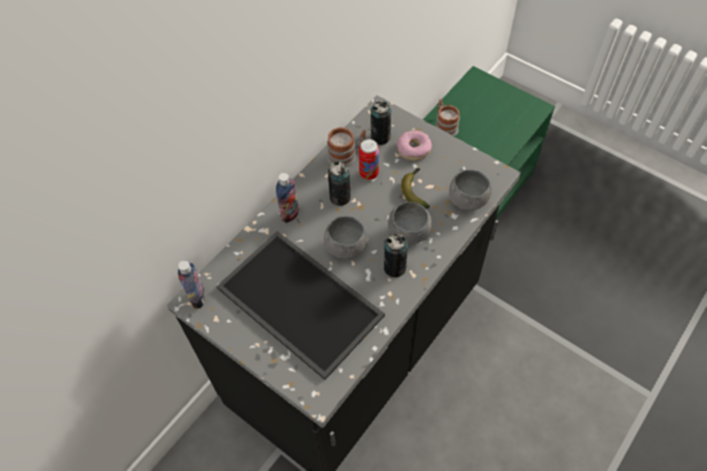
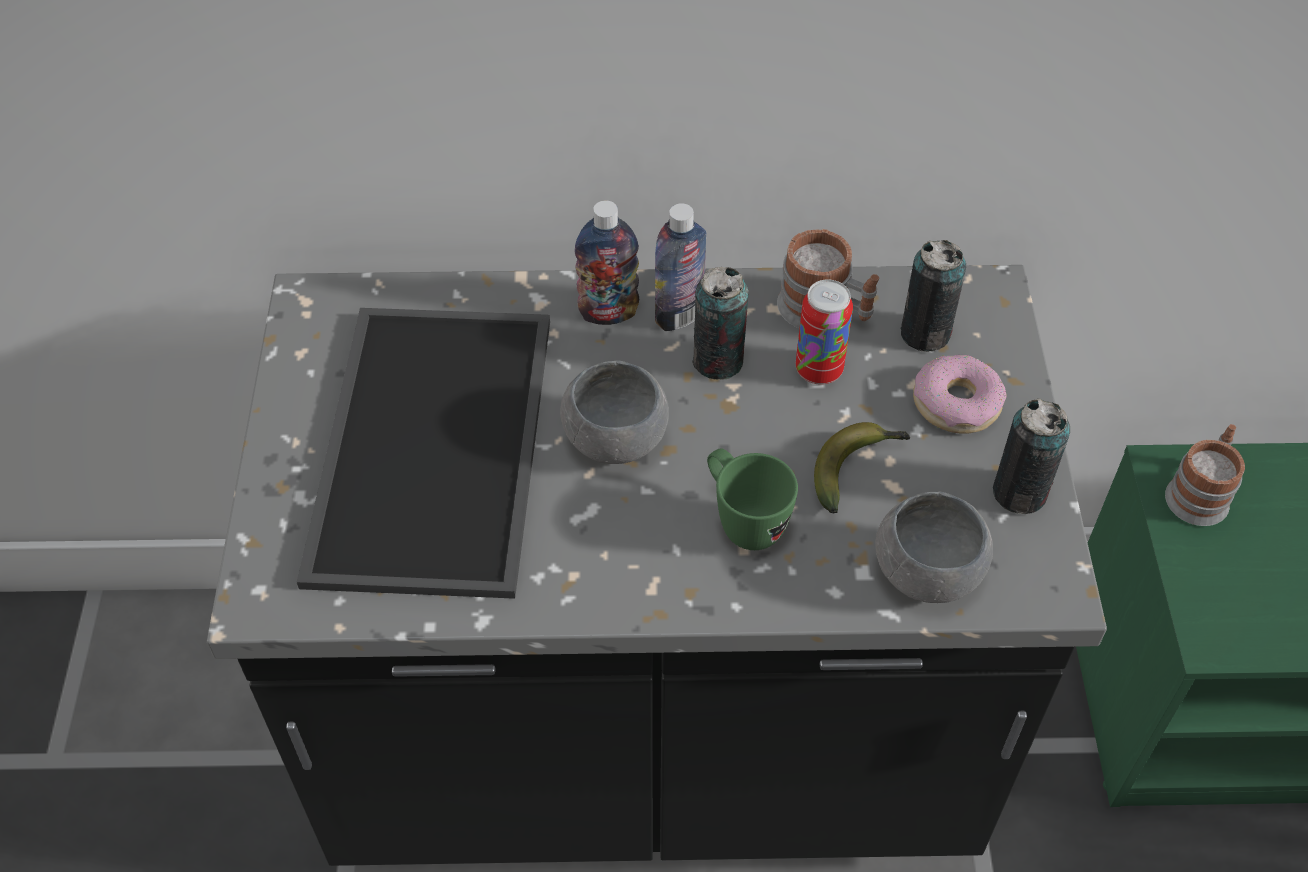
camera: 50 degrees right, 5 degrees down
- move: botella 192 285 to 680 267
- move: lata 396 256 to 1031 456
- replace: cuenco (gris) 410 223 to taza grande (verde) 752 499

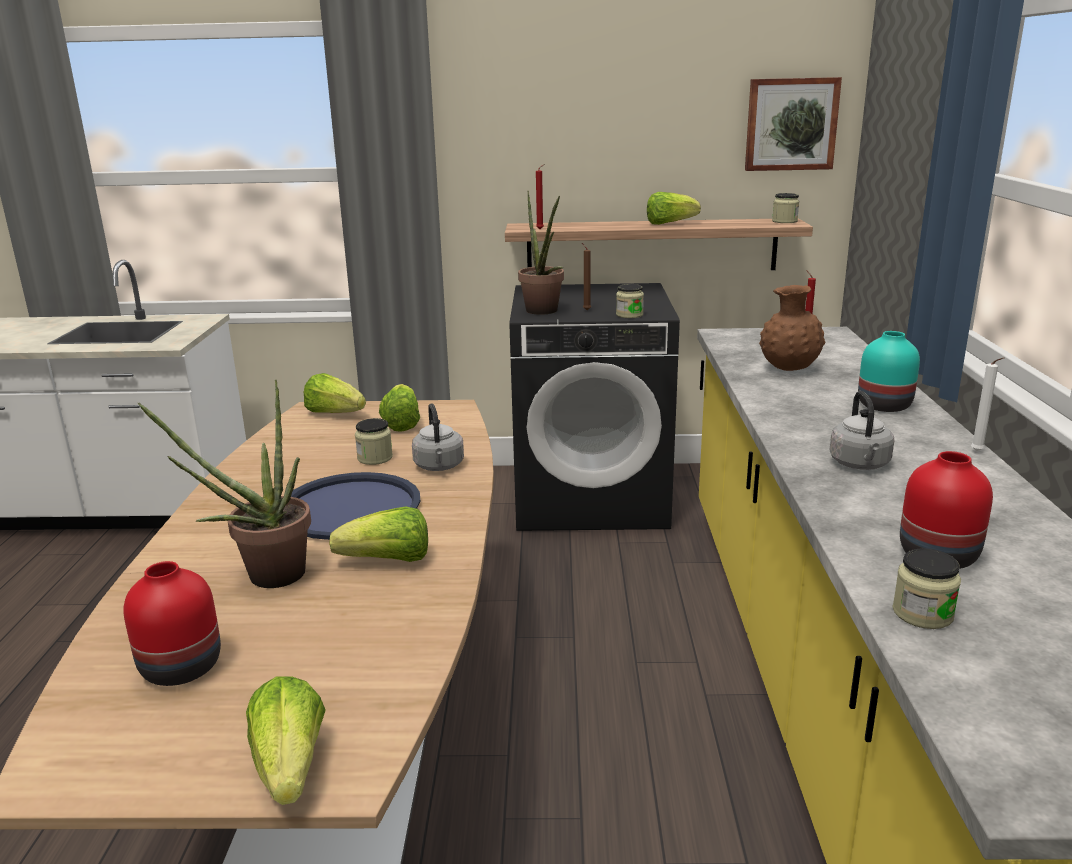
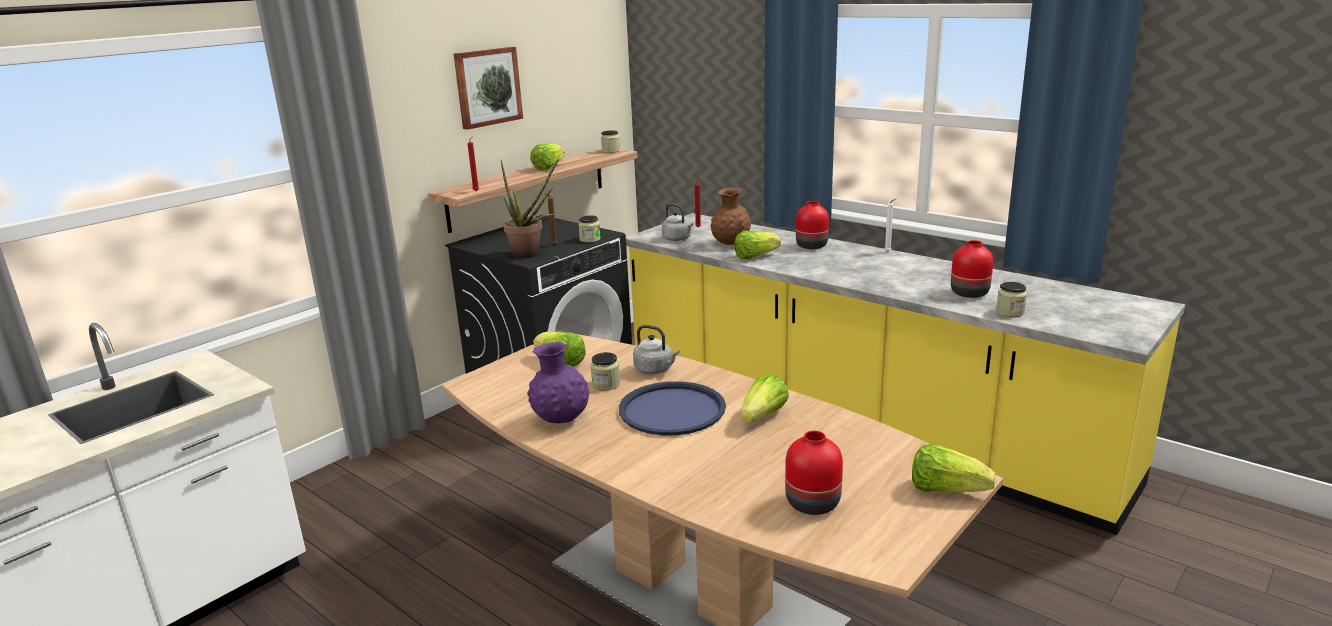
camera: 50 degrees left, 0 degrees up
- delete: planta en maceta 224 484
- insert: florero (morado) 558 382
- move: lechuga 335 393 to 757 245
- move: cuadro 793 124 to 488 88
- move: hervidor (gris) 862 430 to 677 222
- recolor: florero (turquesa) 889 371 to florero (rojo) 812 225

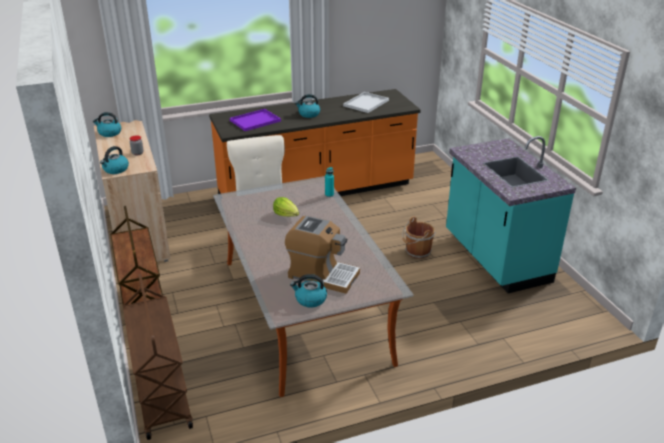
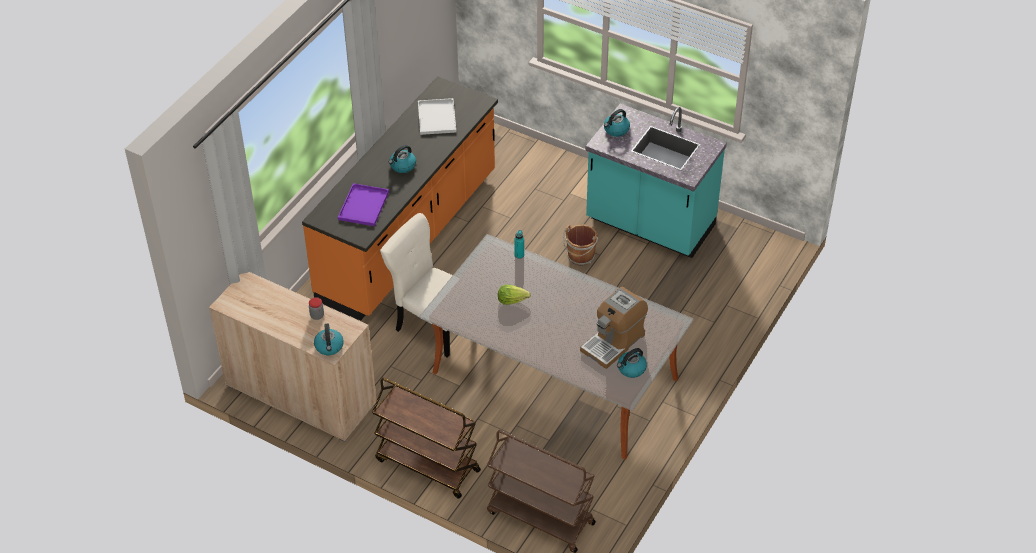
camera: 40 degrees left, 15 degrees up
- move: hervidor 107 124 to 617 123
- rotate: cafetera 322 255 = 614 328 150 degrees clockwise

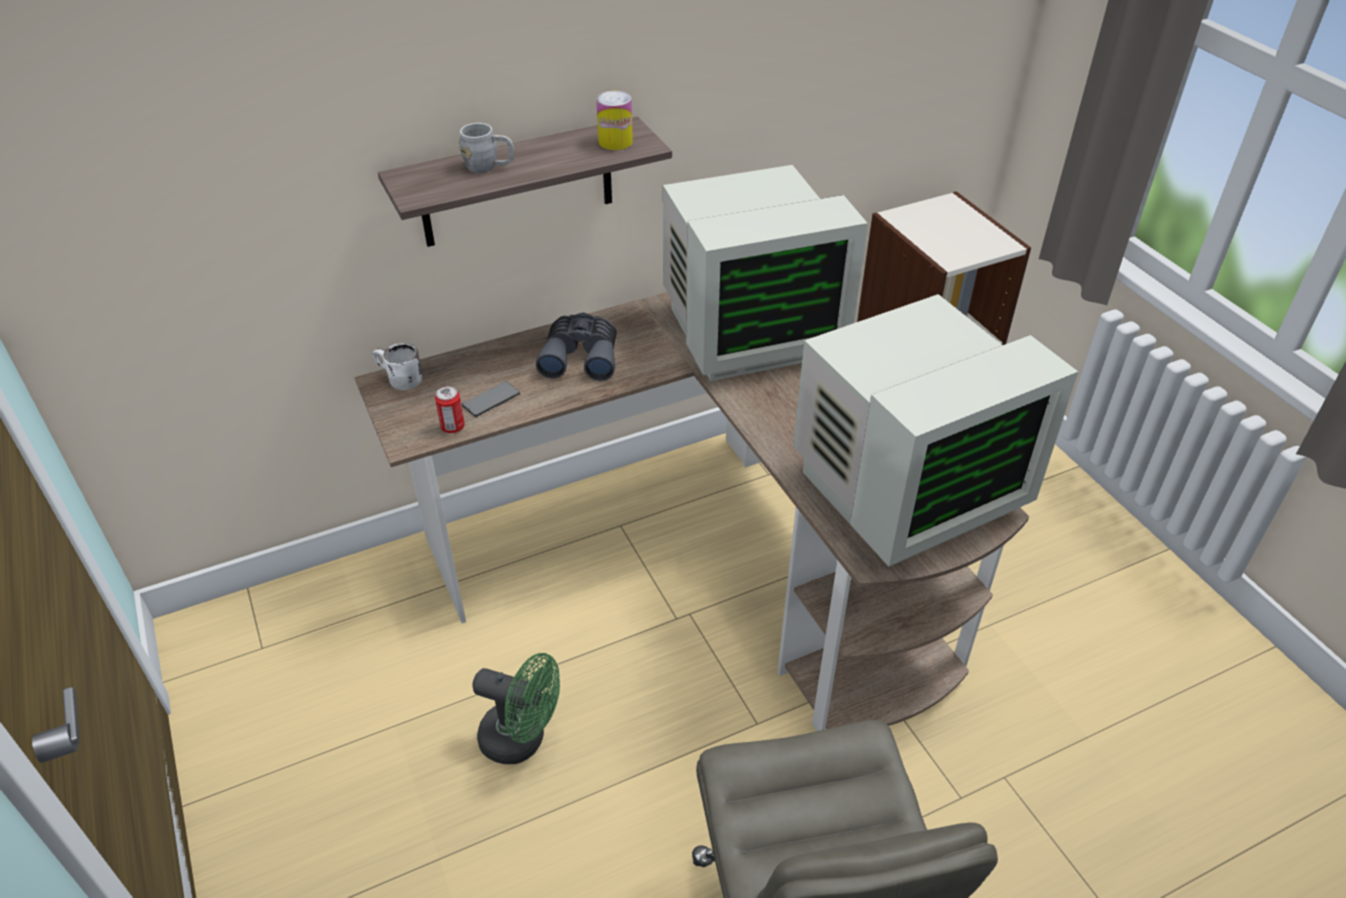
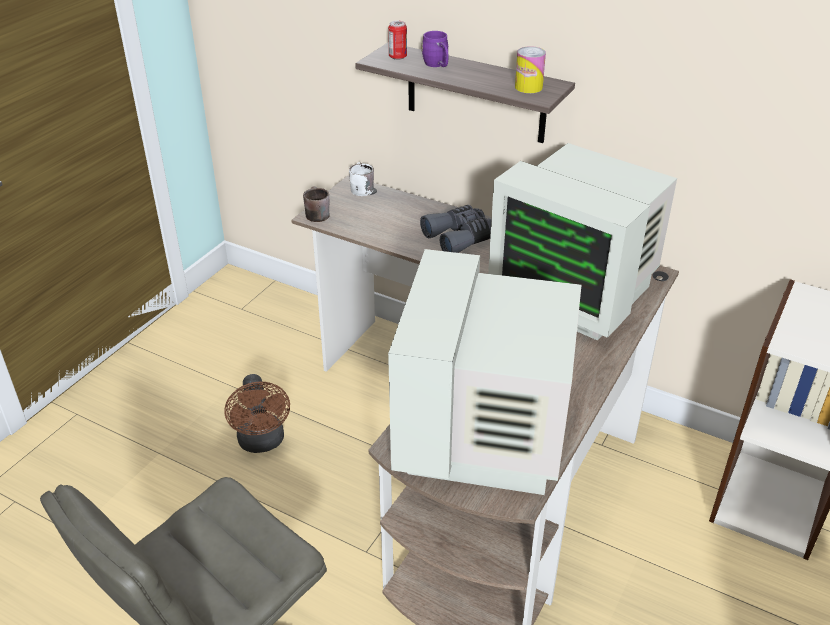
camera: 55 degrees right, 5 degrees down
- delete: móvil 491 399
- insert: taza grande (marrón) 316 204
- move: lata 450 409 to 397 40
- recolor: taza grande (gris) 486 148 to taza grande (morado) 435 49
- recolor: ventilador (verde) 516 708 to ventilador (marrón) 257 413
- rotate: monitor 936 430 = 484 372 75 degrees clockwise

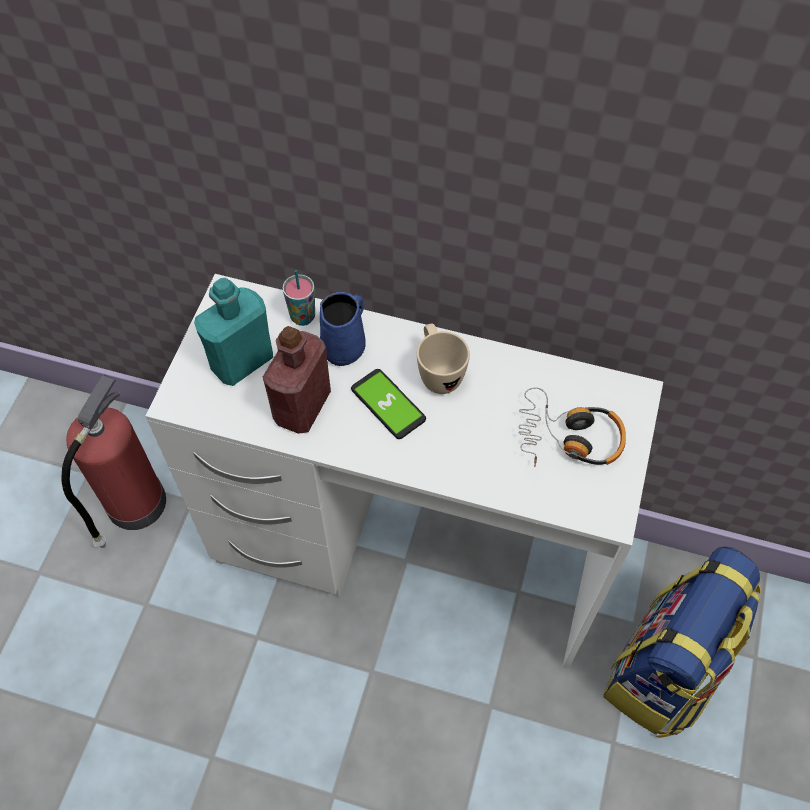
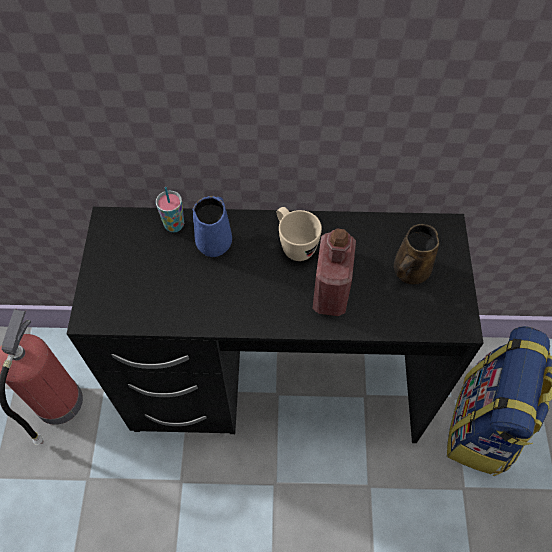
camera: 15 degrees left, 0 degrees up
- delete: botella (turquesa) 233 332
- delete: móvil 388 404
- move: botella (rojo) 297 379 to 334 272
- replace: auriculares 572 427 to taza grande (marrón) 416 254
- recolor: escritorio (blanco) 404 471 to escritorio (negro) 275 325

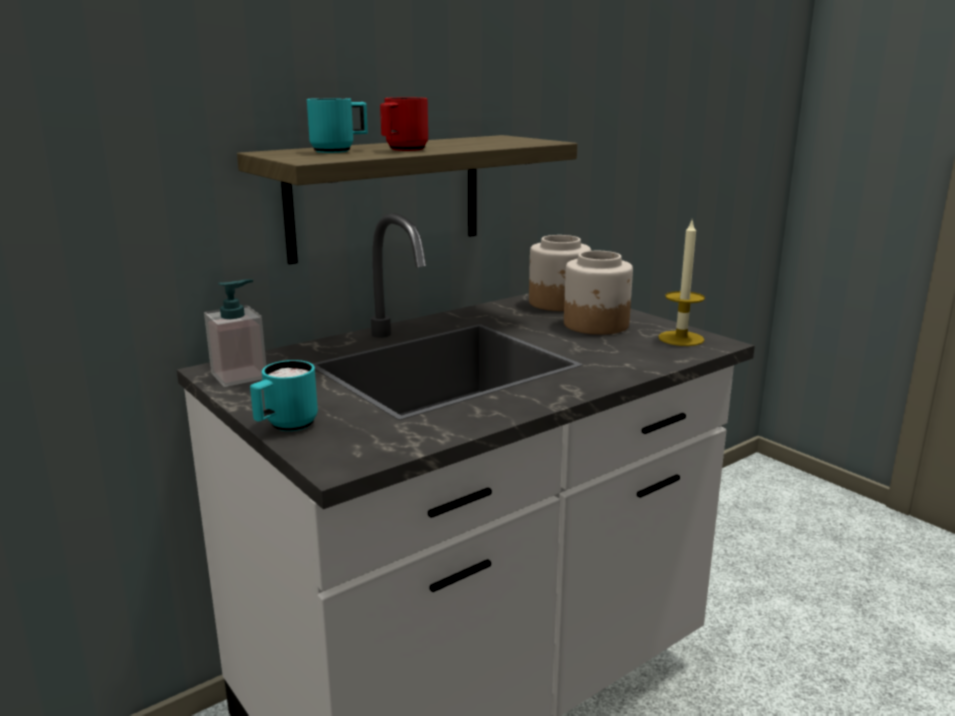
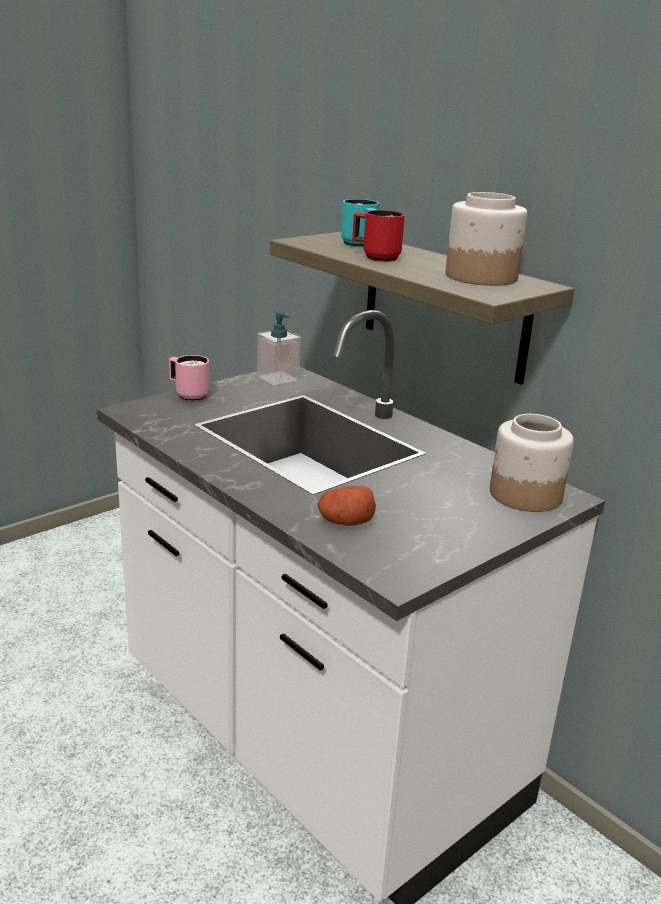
camera: 85 degrees right, 5 degrees up
- delete: vela 681 283
- insert: patata 347 506
- move: tarro 598 293 to 486 239
- recolor: taza grande (turquesa) 284 395 to taza grande (rosa) 189 378

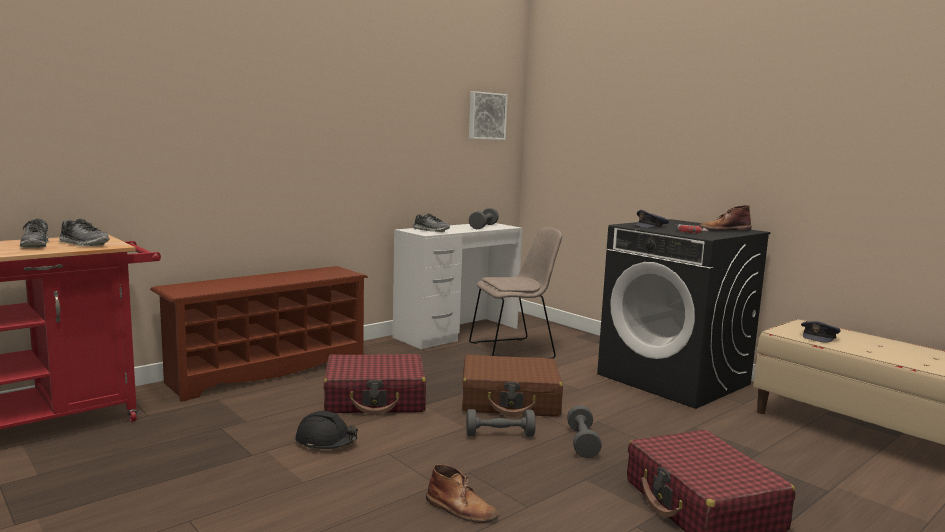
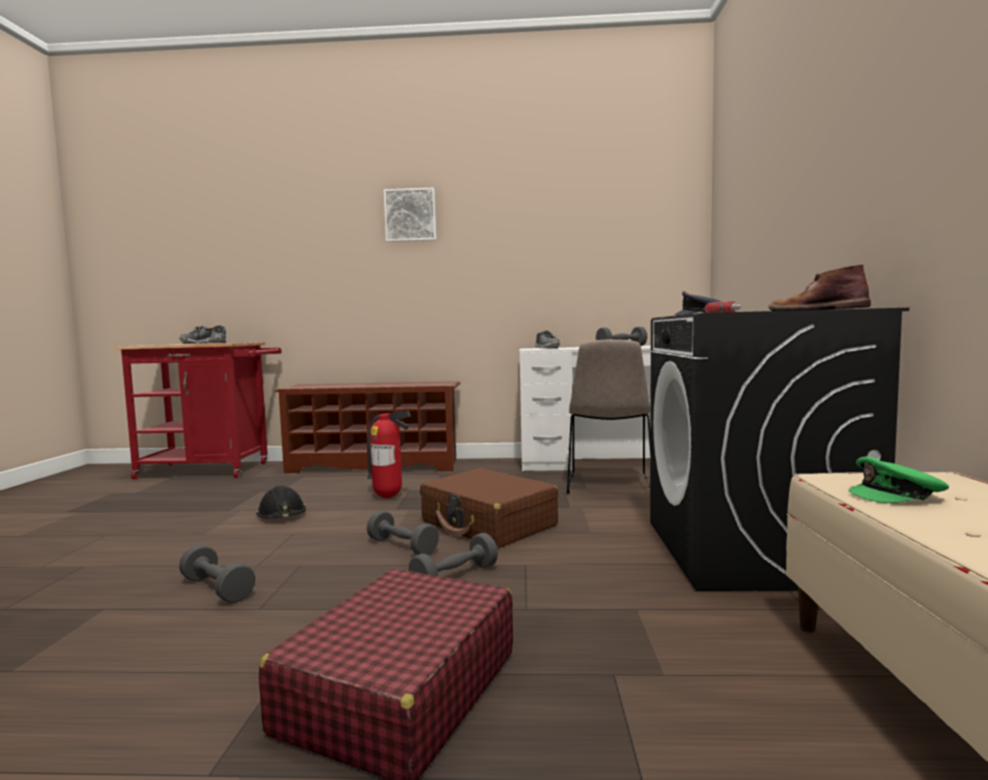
camera: 45 degrees right, 5 degrees down
- move: cuadro 488 115 to 410 215
- replace: maleta (rojo) 374 384 to extintor 389 454
- replace: bota (marrón) 462 493 to mancuerna (gris) 217 574
- recolor: gorra (gris) 821 332 to gorra (verde) 899 480
- rotate: silla (beis) 515 293 = 608 416 75 degrees clockwise

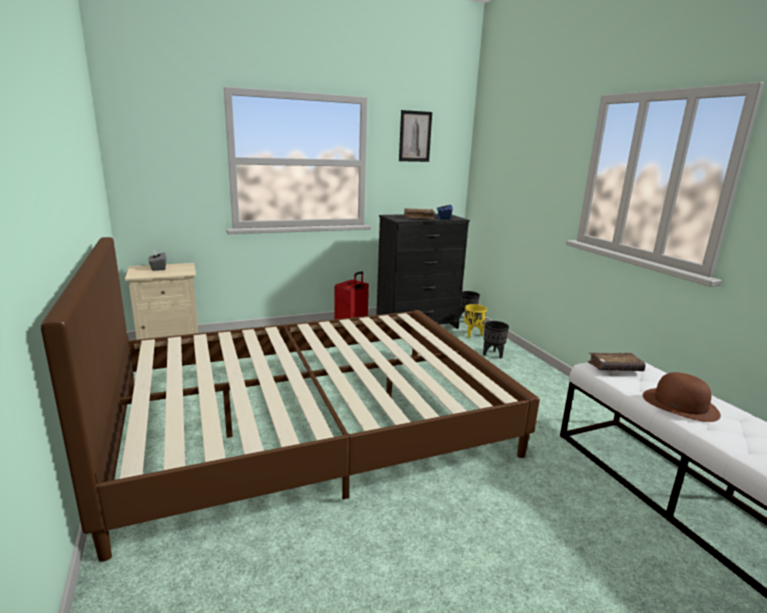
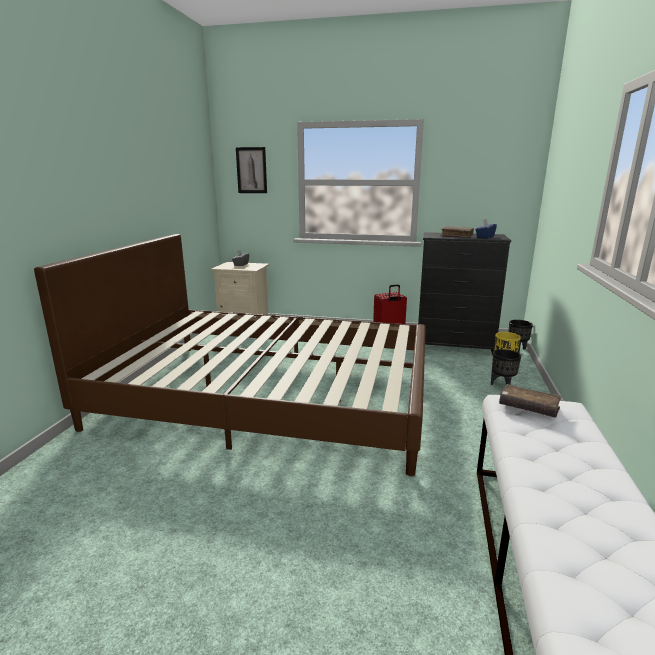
camera: 35 degrees right, 0 degrees up
- delete: sombrero (marrón) 682 397
- move: cuadro 415 136 to 251 170

